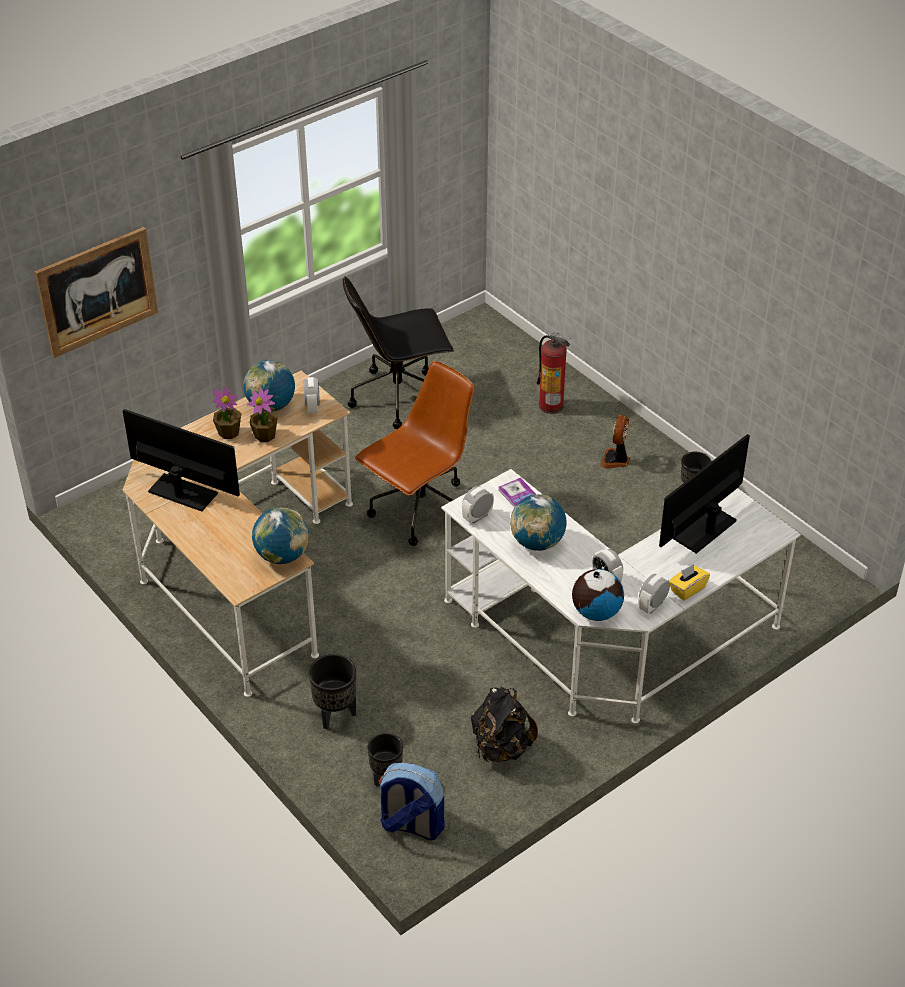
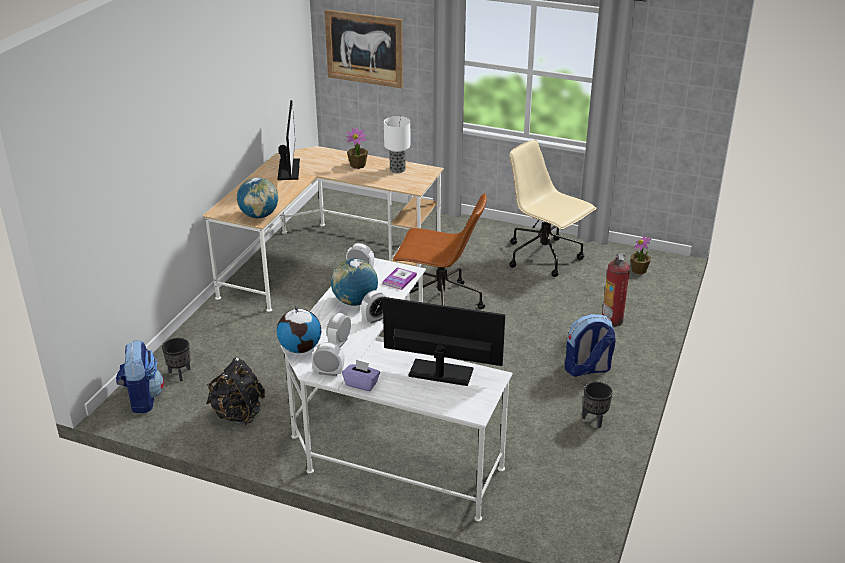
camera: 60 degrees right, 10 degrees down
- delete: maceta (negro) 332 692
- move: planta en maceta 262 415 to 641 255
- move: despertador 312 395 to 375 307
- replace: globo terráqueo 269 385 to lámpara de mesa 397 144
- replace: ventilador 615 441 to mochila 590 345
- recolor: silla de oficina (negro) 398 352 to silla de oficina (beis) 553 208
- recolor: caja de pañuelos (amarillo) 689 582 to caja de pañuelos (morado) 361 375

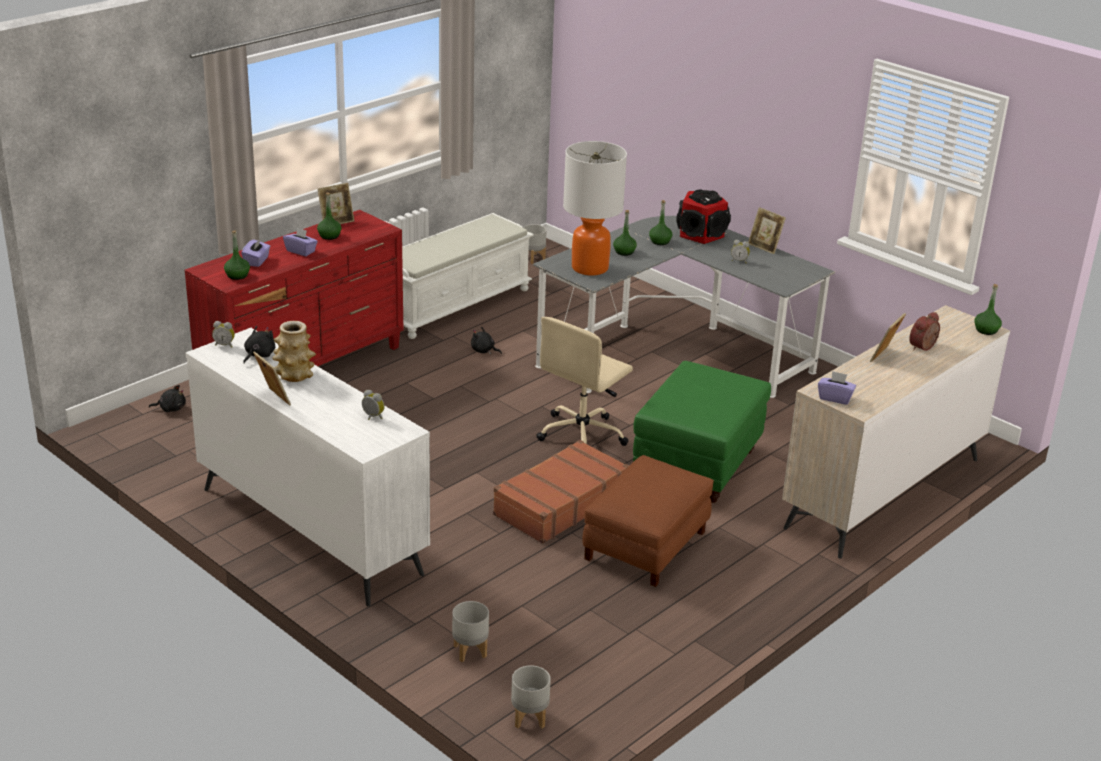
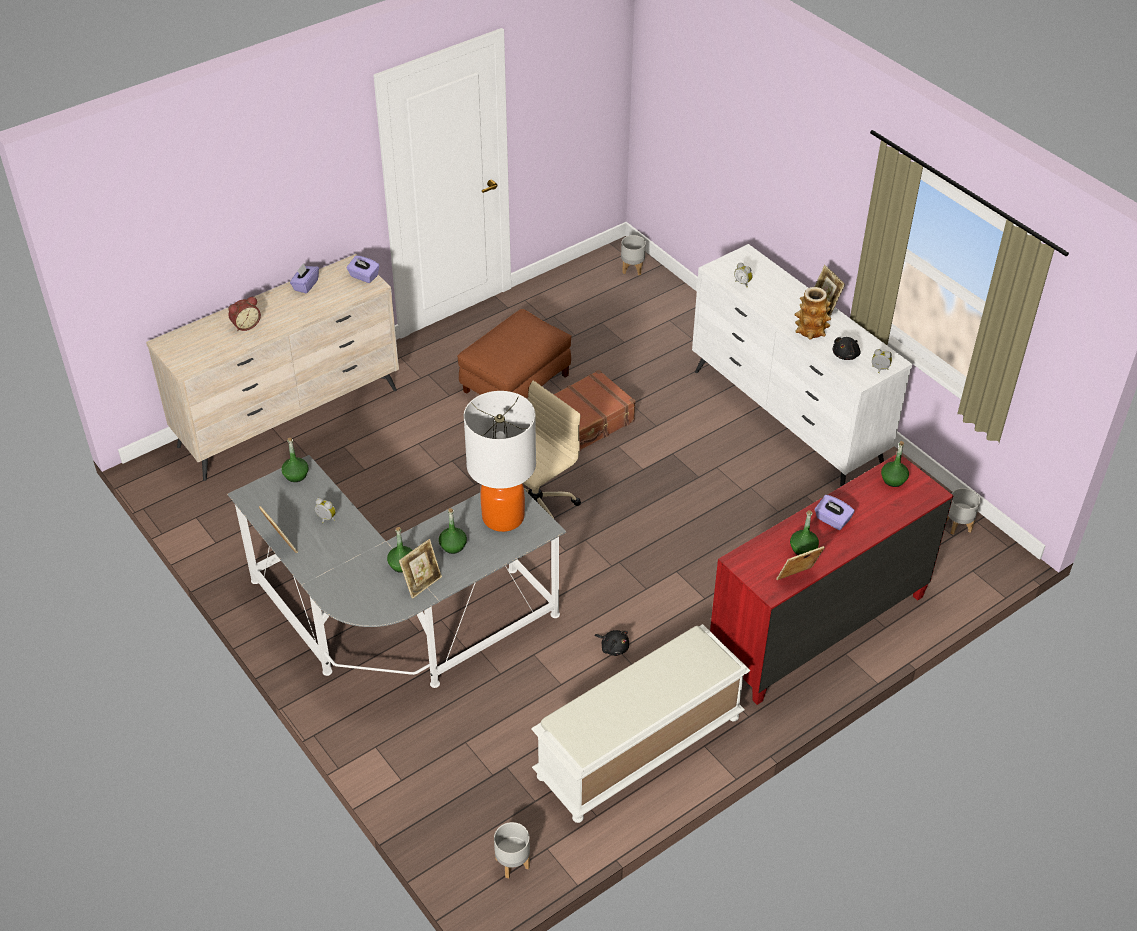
camera: 170 degrees left, 15 degrees up
- delete: peluche (negro) 167 398
- delete: puf (verde) 702 432
- delete: altavoz 703 216
- move: caja de pañuelos (morado) 256 252 to 304 278
- move: maceta (gris) 470 631 to 963 511
- move: portarretratos 888 337 to 420 569
- move: botella (verde) 988 309 to 295 460

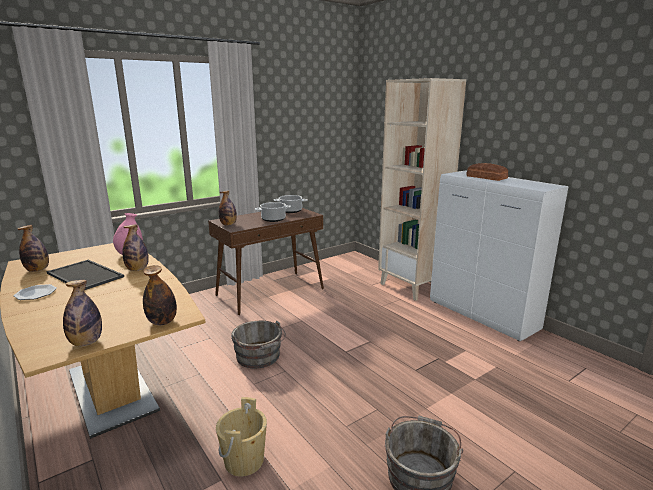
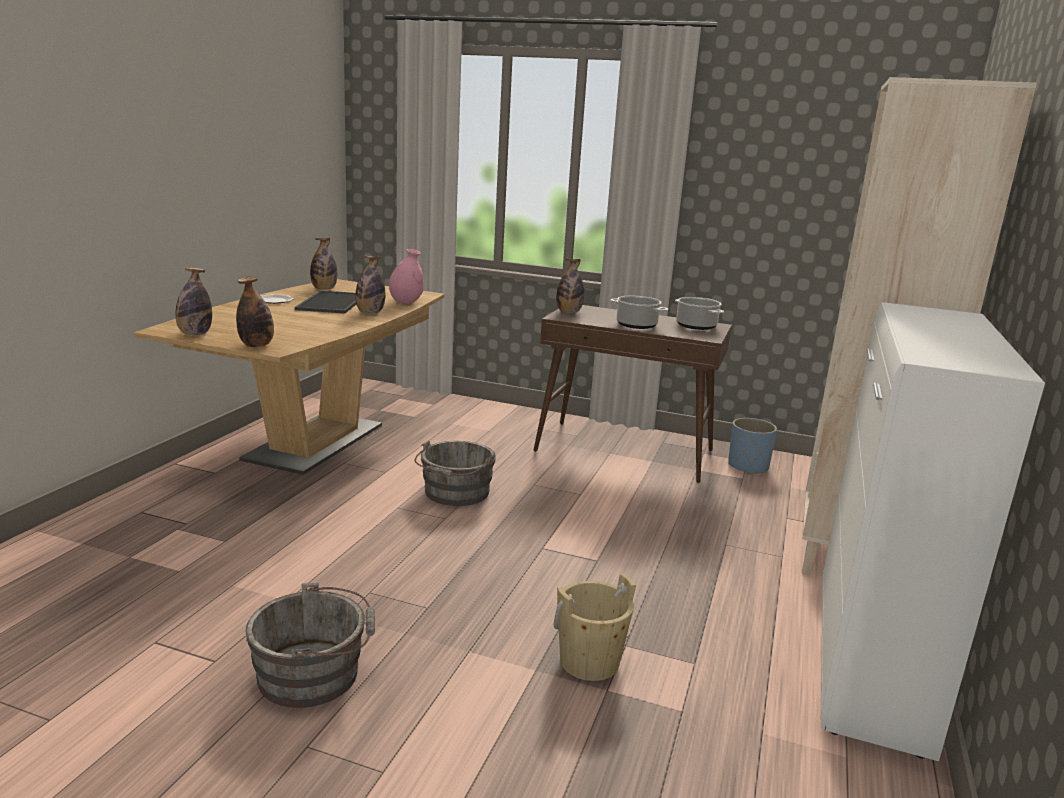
camera: 55 degrees right, 0 degrees up
- delete: pan 487 172
- insert: maceta (azul) 752 446
- move: cubo (beis) 241 437 to 595 627

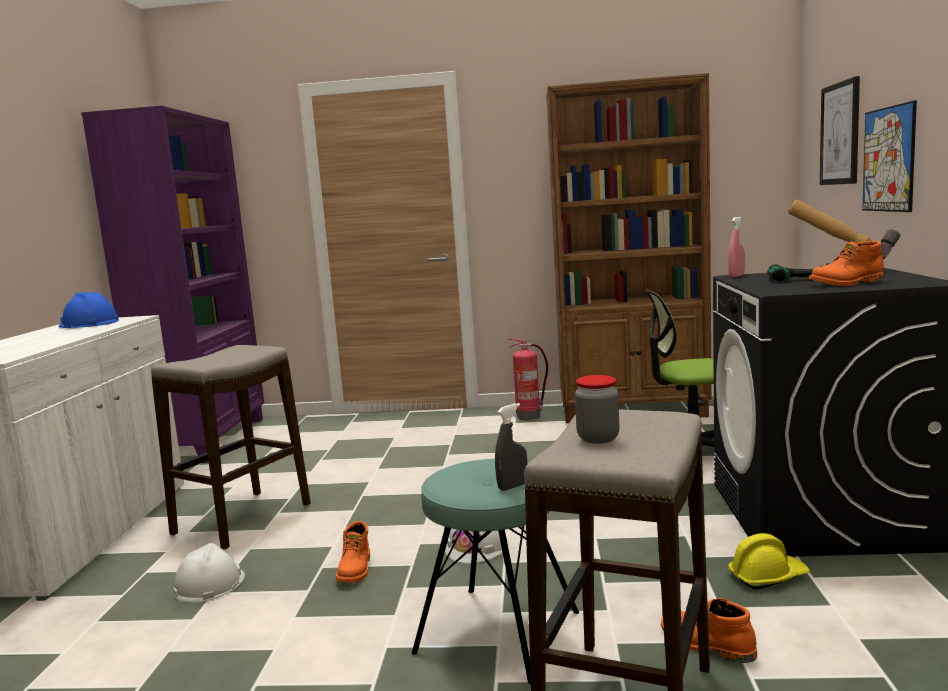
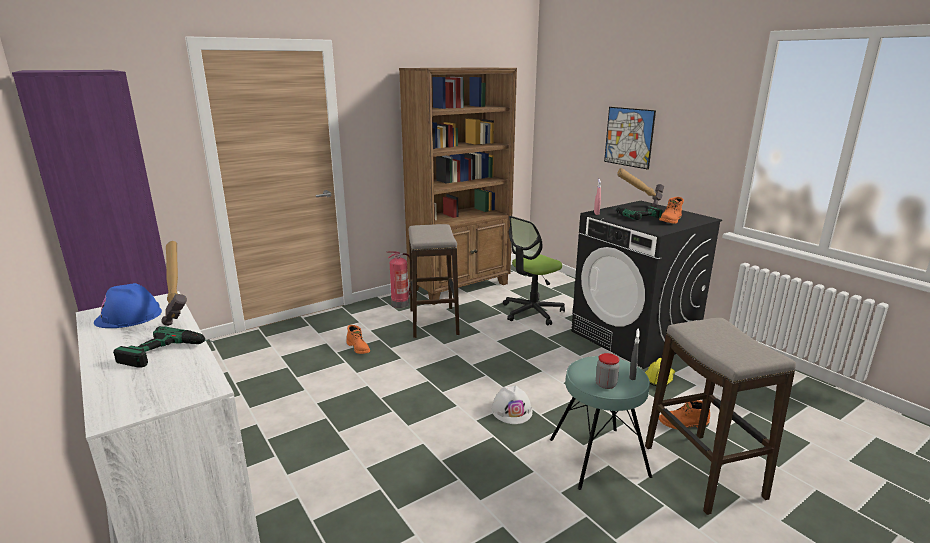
camera: 40 degrees left, 10 degrees up
- delete: casco (blanco) 209 573
- delete: cuadro 840 130
- insert: taladro 164 347
- insert: martillo 174 283
- move: taburete 231 447 to 434 281
- move: bota (naranja) 353 552 to 358 339
- move: tarro 597 409 to 608 371

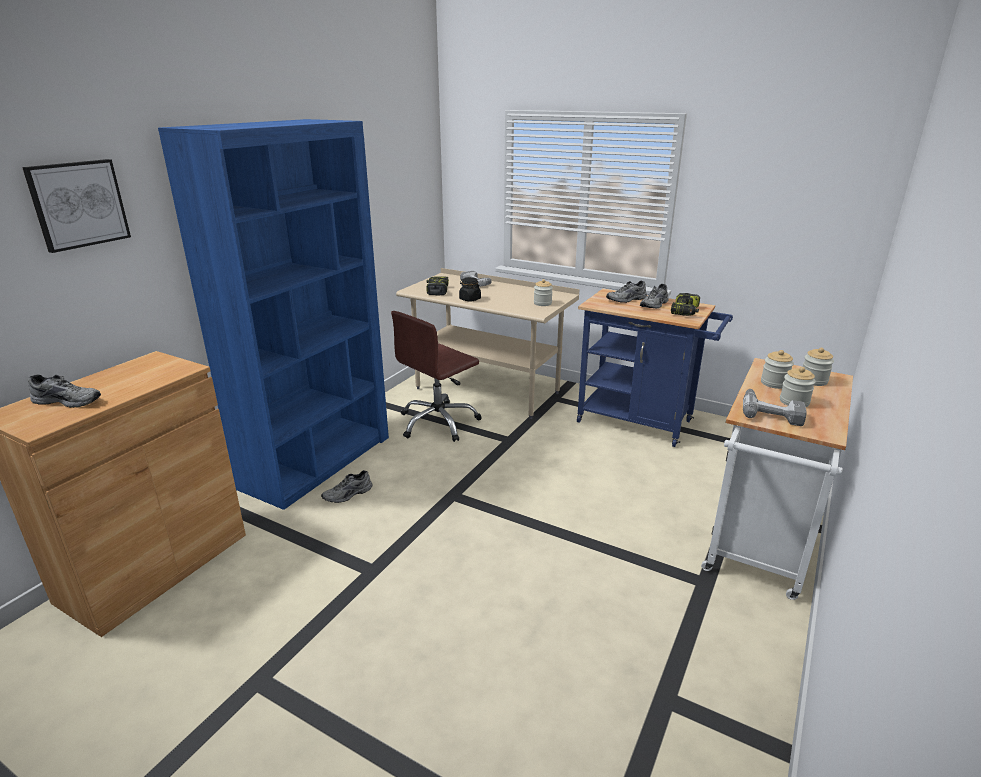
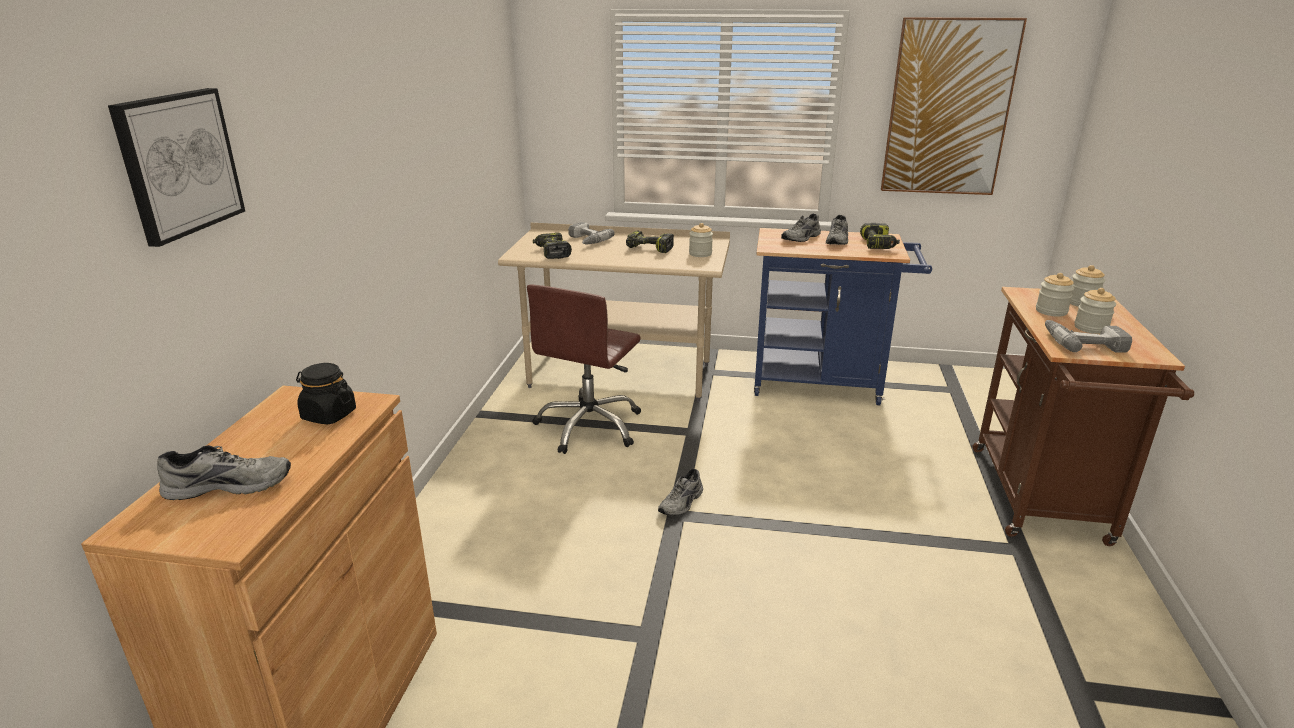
camera: 20 degrees left, 0 degrees up
- delete: estantería (azul) 273 314
- insert: taladro 650 242
- insert: cuadro 954 106
- move: zapato (gris) 346 486 to 680 492
- move: tarro (negro) 470 289 to 326 394
- recolor: carrito (blanco) 777 479 to carrito (marrón) 1083 416

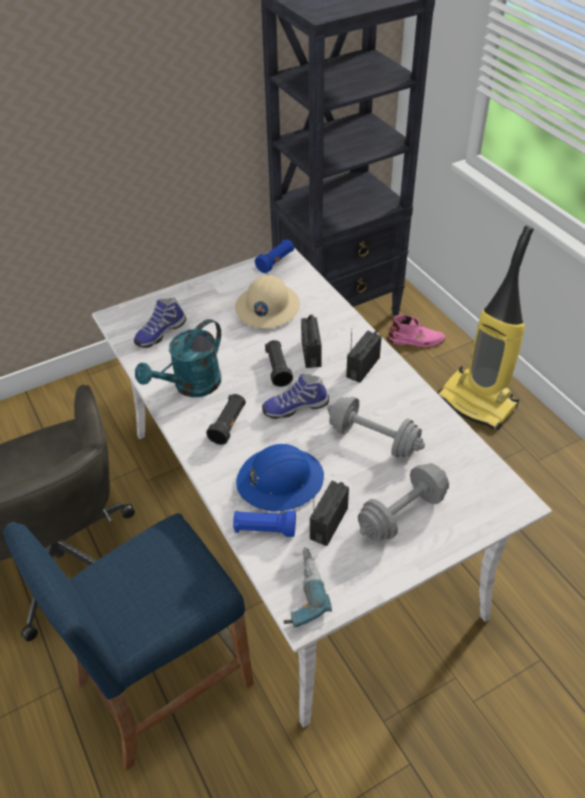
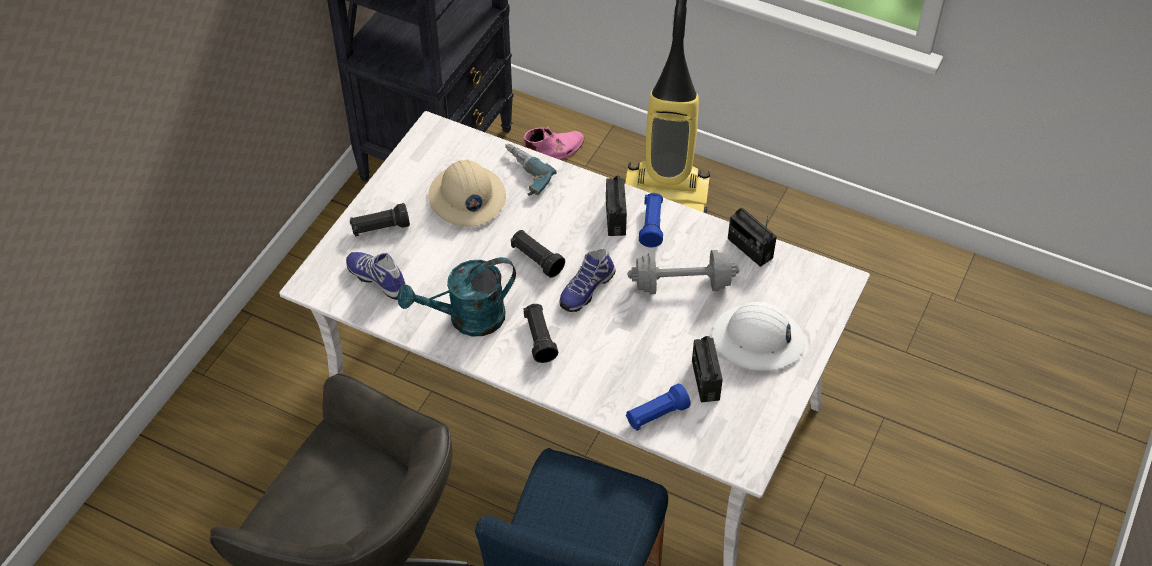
camera: 35 degrees left, 5 degrees up
- delete: casco (azul) 280 478
- insert: linterna (negro) 380 220
- move: linterna (azul) 274 256 to 651 220
- move: taladro 308 587 to 531 170
- move: radio 311 341 to 752 237
- replace: mancuerna (gris) 403 502 to casco (blanco) 759 336
- rotate: zapato 160 322 = 376 276 120 degrees clockwise
- rotate: regadera (turquesa) 178 358 = 456 296 60 degrees clockwise

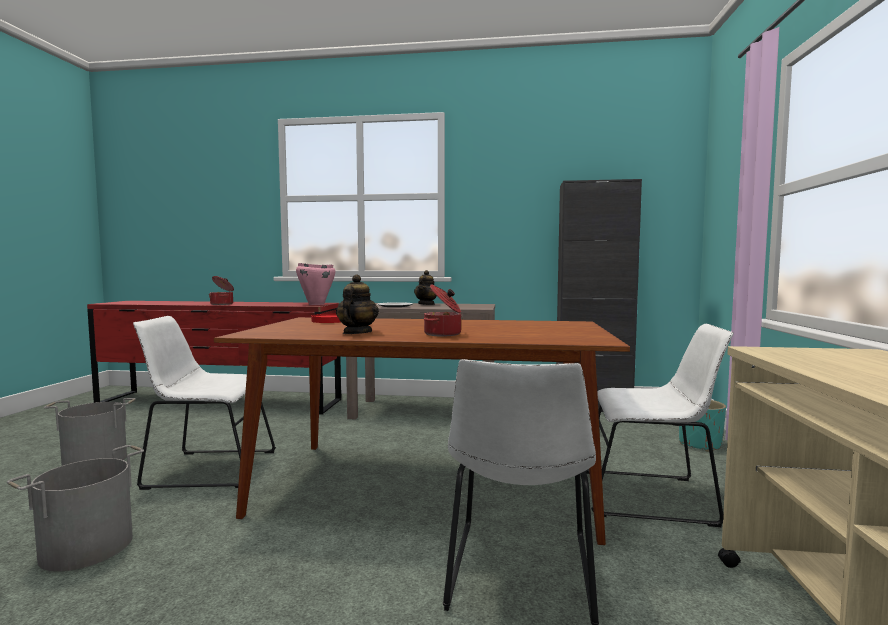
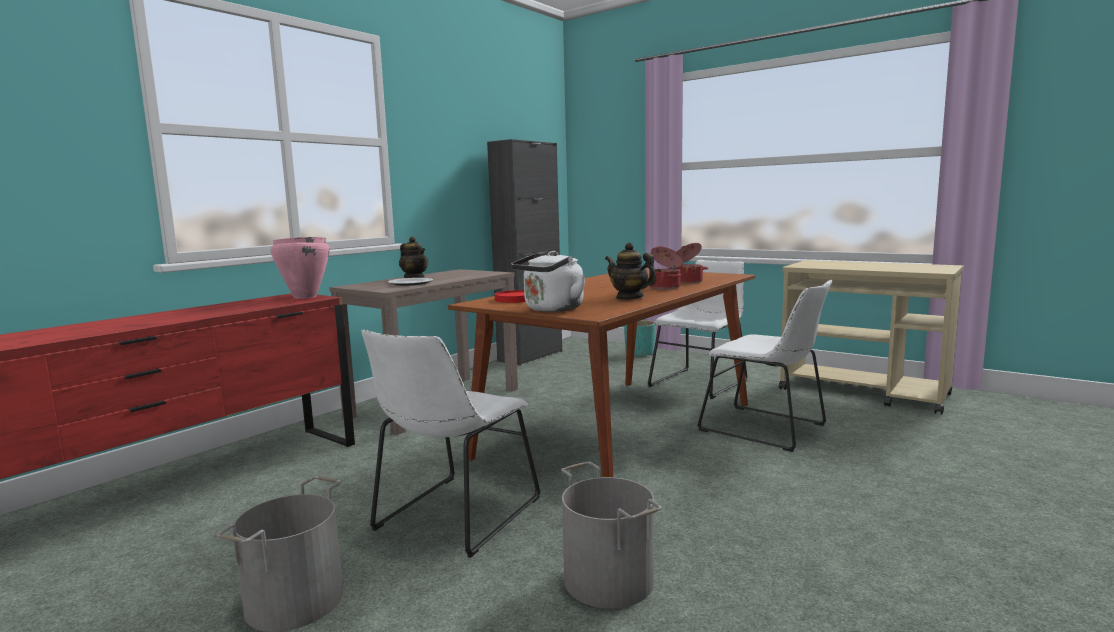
camera: 60 degrees left, 5 degrees up
- insert: hervidor (blanco) 548 281
- move: olla 221 290 to 688 263

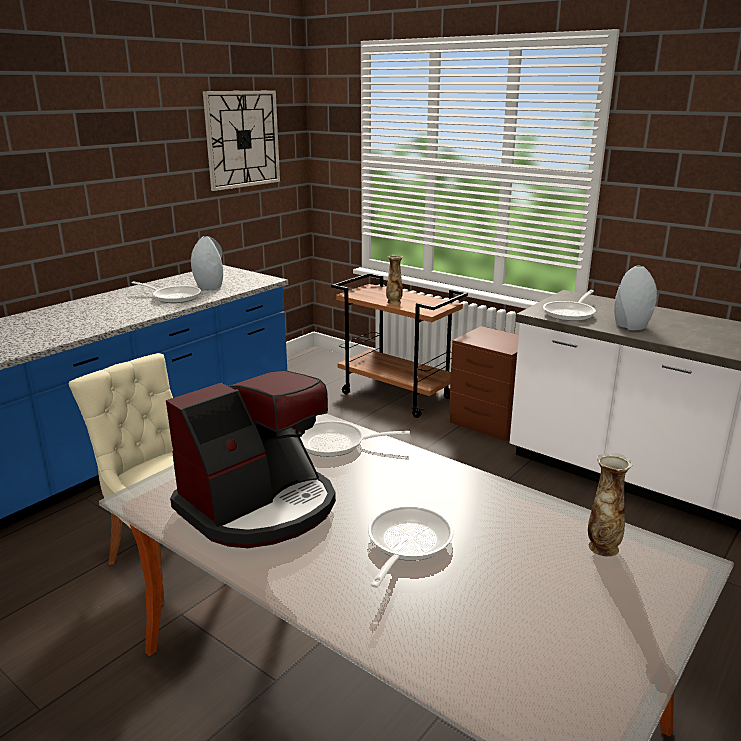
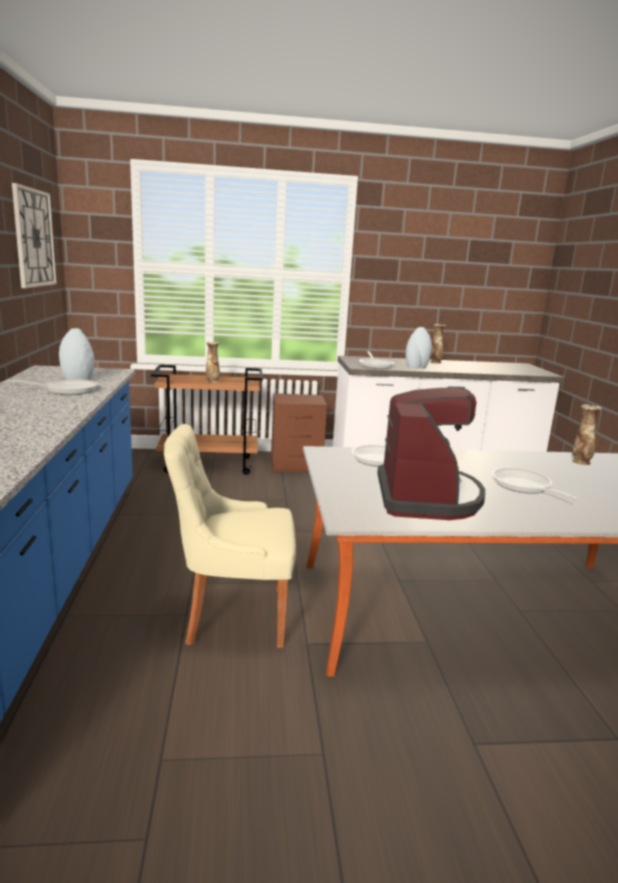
camera: 45 degrees left, 5 degrees down
- insert: florero 438 344

